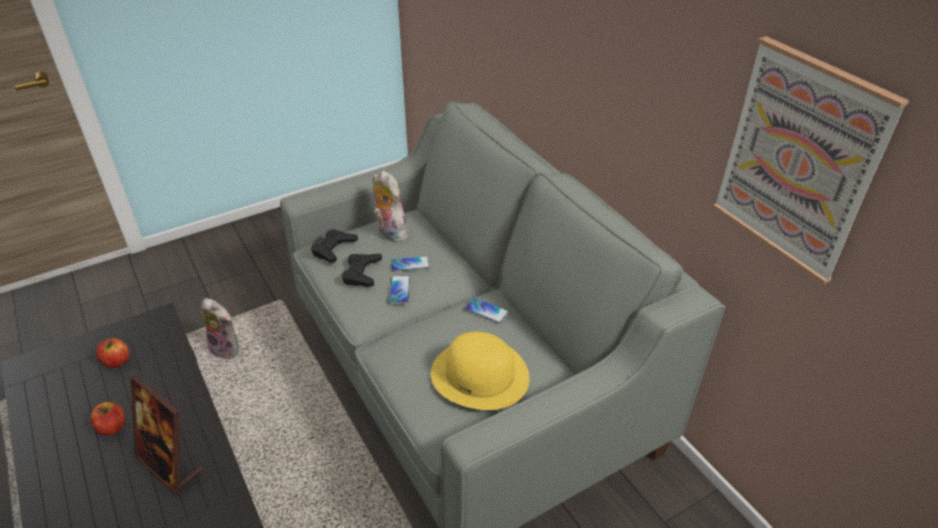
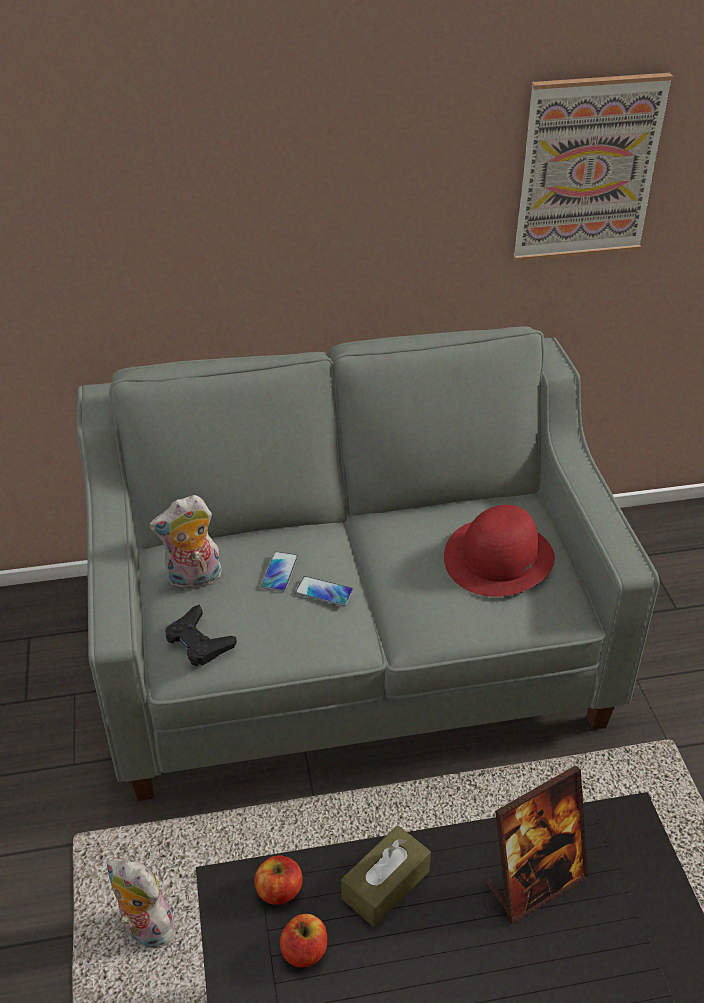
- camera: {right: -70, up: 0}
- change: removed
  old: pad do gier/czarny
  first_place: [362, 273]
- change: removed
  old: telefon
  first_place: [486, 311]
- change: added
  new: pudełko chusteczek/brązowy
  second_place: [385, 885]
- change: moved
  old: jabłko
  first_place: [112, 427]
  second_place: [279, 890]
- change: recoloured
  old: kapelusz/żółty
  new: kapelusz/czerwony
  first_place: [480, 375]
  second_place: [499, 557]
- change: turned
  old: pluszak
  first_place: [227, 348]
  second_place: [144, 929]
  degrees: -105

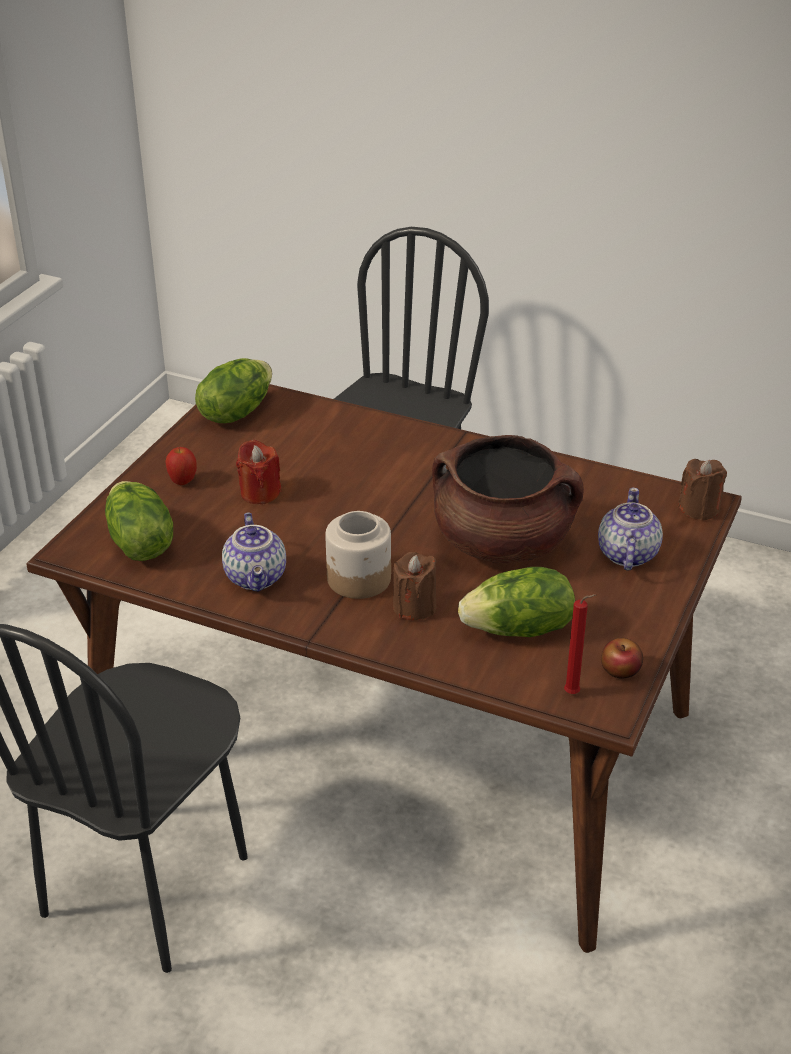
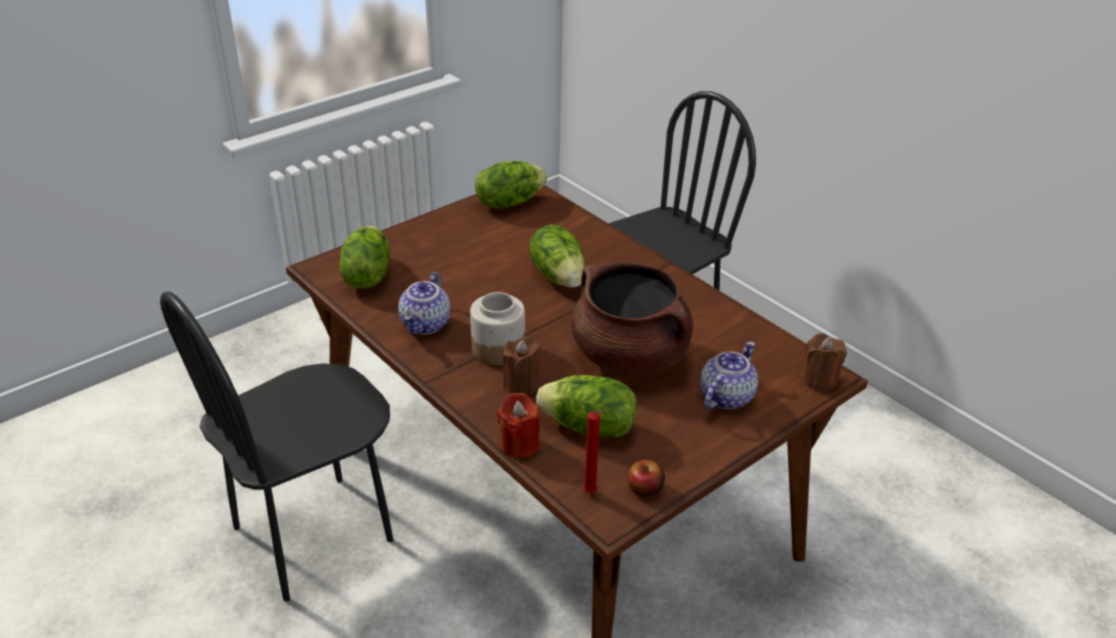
- camera: {right: 25, up: 0}
- change: removed
  old: jabłko
  first_place: [183, 482]
- change: added
  new: sałata
  second_place: [559, 276]
- change: moved
  old: świeca/czerwony
  first_place: [260, 493]
  second_place: [519, 444]

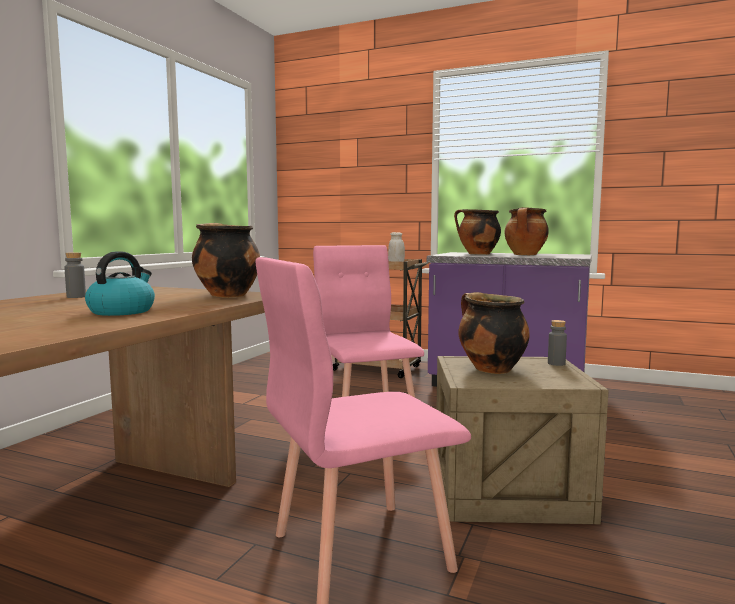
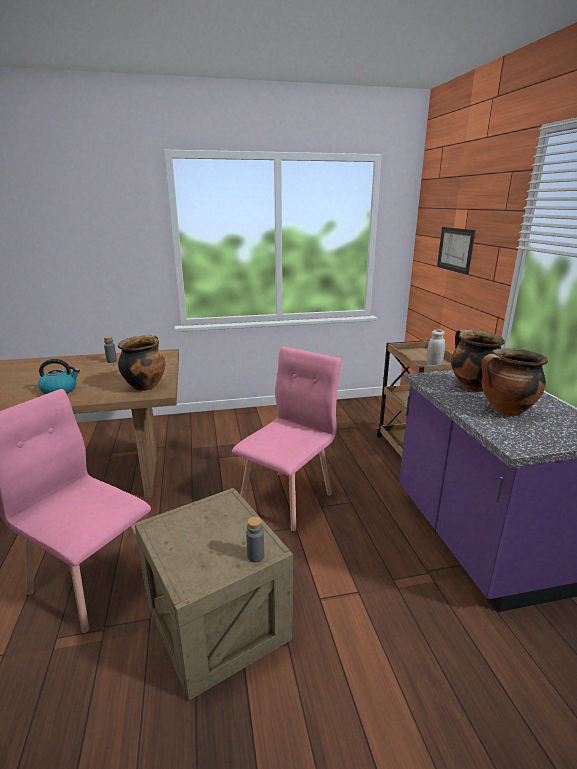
- camera: {right: 55, up: 15}
- change: removed
  old: garnek
  first_place: [490, 369]
- change: added
  new: obraz
  second_place: [455, 249]

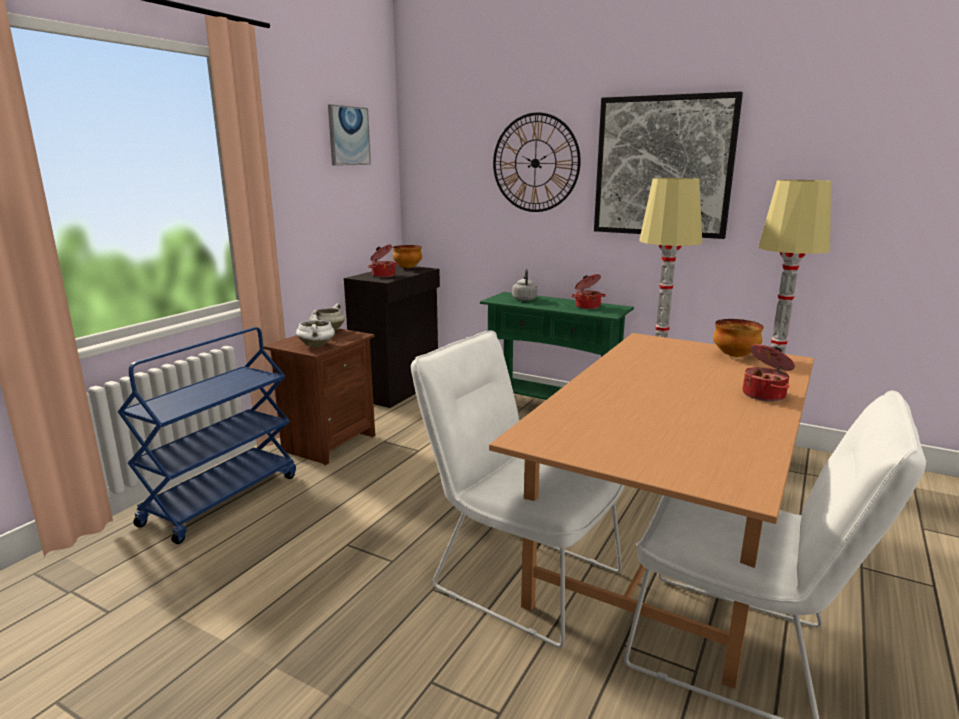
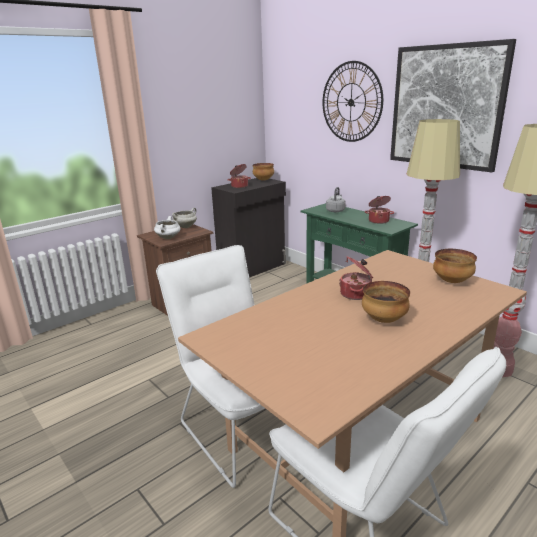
- camera: {right: 20, up: 5}
- change: removed
  old: wózek/niebieski
  first_place: [222, 498]
- change: removed
  old: obraz
  first_place: [348, 136]
- change: added
  new: miska
  second_place: [383, 320]
- change: moved
  old: garnek
  first_place: [765, 395]
  second_place: [356, 294]

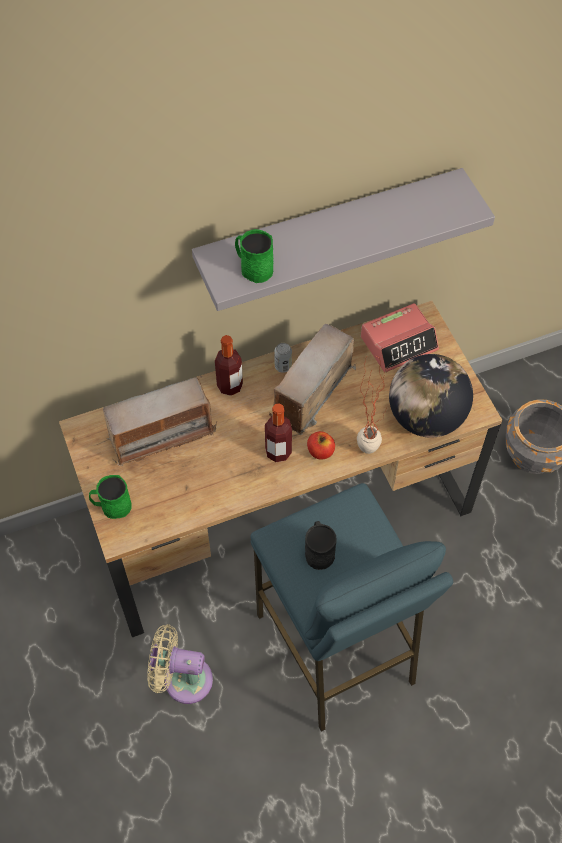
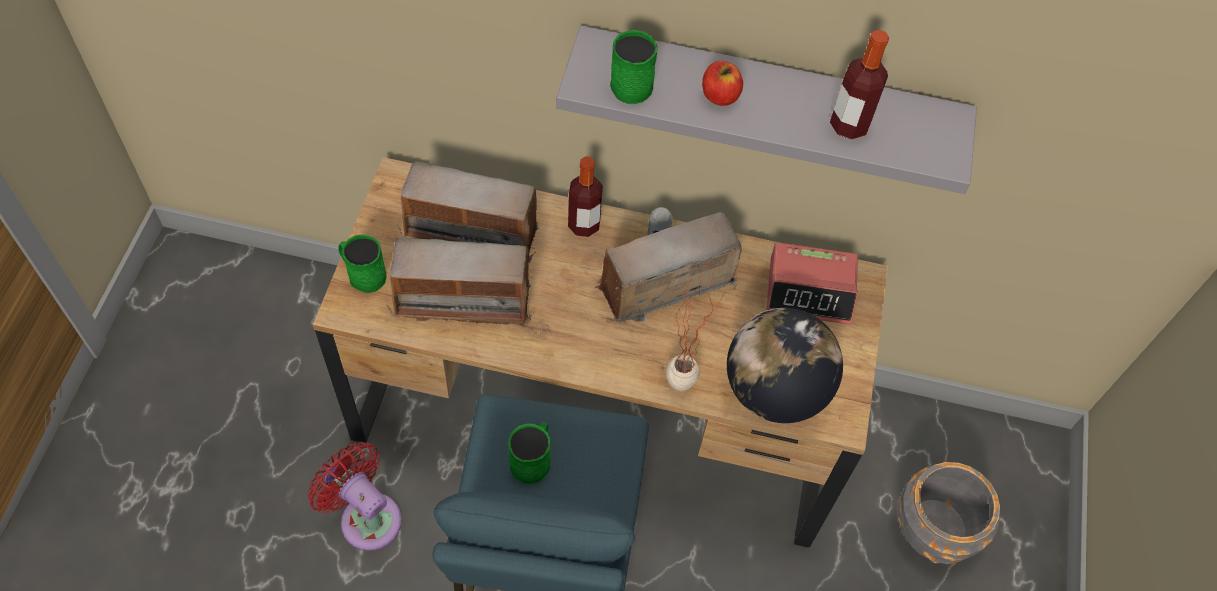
- camera: {right: 30, up: 0}
- change: added
  new: radio
  second_place: [464, 299]
- change: moved
  old: butelka
  first_place: [278, 452]
  second_place: [849, 125]
- change: moved
  old: jabłko
  first_place: [320, 451]
  second_place: [719, 96]
- change: recoloured
  old: wentylator/beżowy
  new: wentylator/czerwony
  first_place: [183, 679]
  second_place: [366, 516]
- change: recoloured
  old: kubek/czarny
  new: kubek/zielony
  first_place: [318, 551]
  second_place: [533, 459]

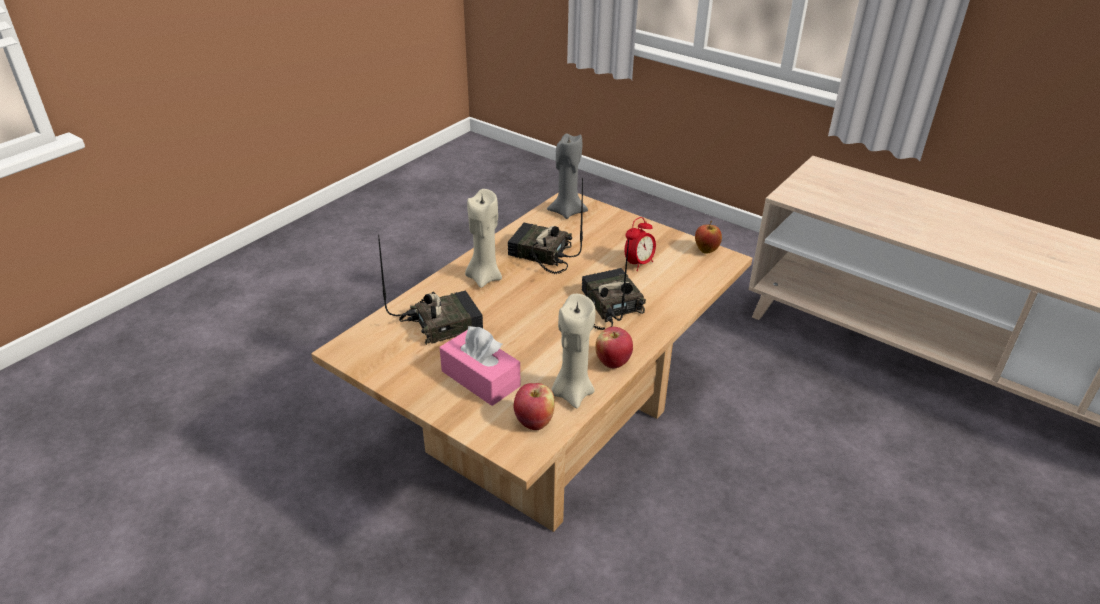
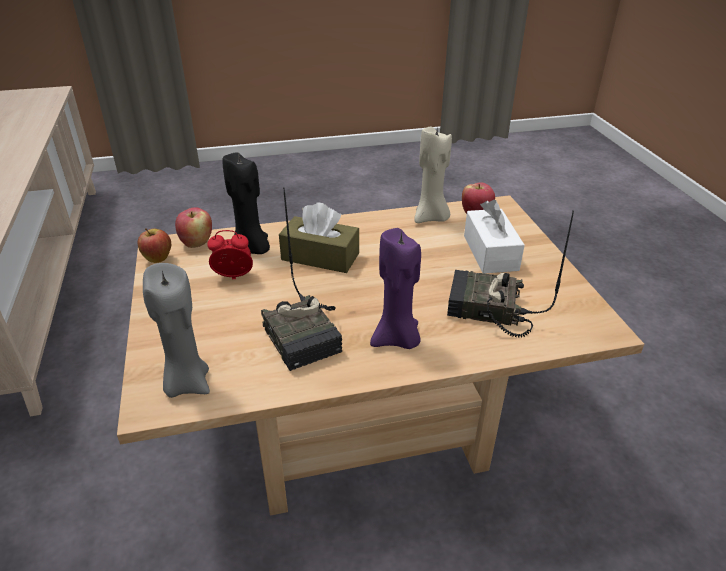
- camera: {right: -140, up: 0}
- change: added
  new: świeca/czarny
  second_place: [251, 249]
- change: moved
  old: jabłko
  first_place: [612, 362]
  second_place: [196, 243]
- change: replaced
  old: radio
  new: pudełko chusteczek/brązowy
  first_place: [608, 305]
  second_place: [320, 257]
- change: recoloured
  old: pudełko chusteczek/różowy
  new: pudełko chusteczek/biały
  first_place: [480, 378]
  second_place: [490, 252]
- change: recoloured
  old: świeca/beżowy
  new: świeca/fioletowy
  first_place: [484, 277]
  second_place: [397, 339]

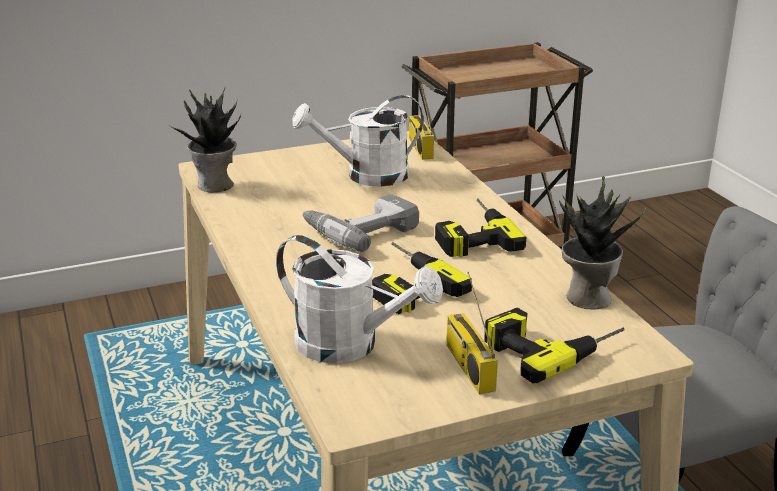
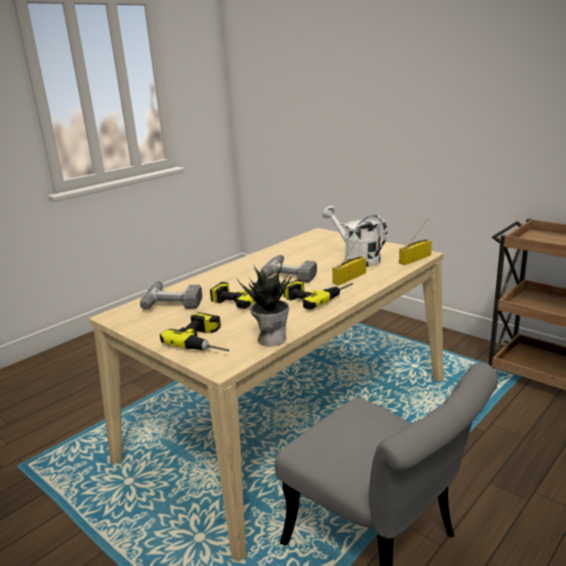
- camera: {right: 65, up: -5}
- change: removed
  old: roślina doniczkowa
  first_place: [215, 186]
- change: moved
  old: radio
  first_place: [468, 366]
  second_place: [349, 277]
- change: replaced
  old: konewka/biały
  new: wiertarka
  first_place: [350, 346]
  second_place: [174, 300]

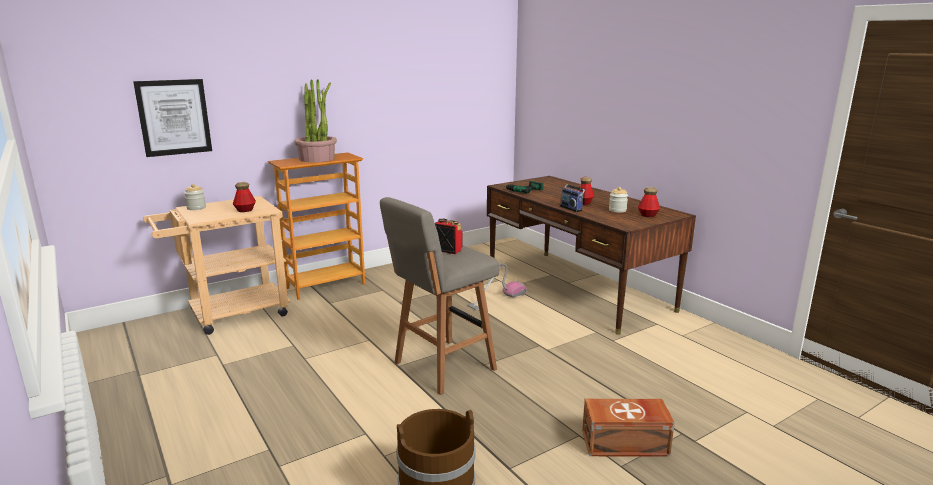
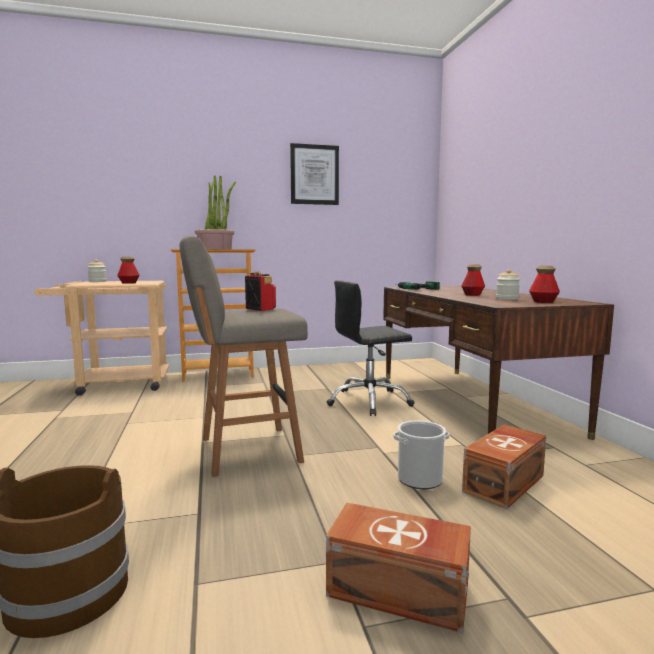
- camera: {right: 20, up: -10}
- change: removed
  old: radio
  first_place: [572, 208]
- change: added
  new: wiadro
  second_place: [420, 479]
- change: added
  new: pojemnik do przechowywania/brązowy
  second_place: [506, 483]
- change: moved
  old: obraz
  first_place: [174, 117]
  second_place: [314, 175]
- change: replaced
  old: odkurzacz
  new: krzesło biurowe/czarny
  first_place: [497, 299]
  second_place: [369, 401]

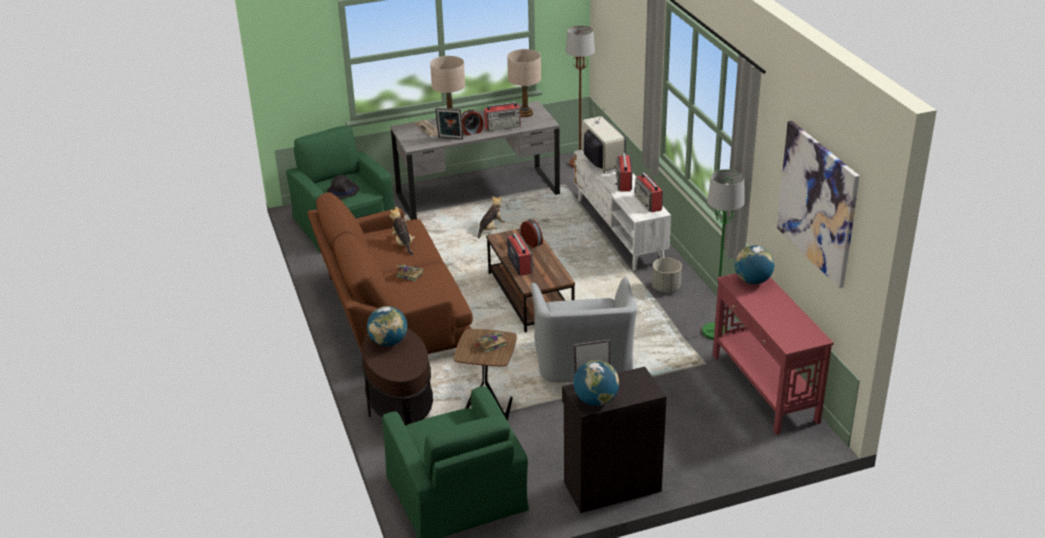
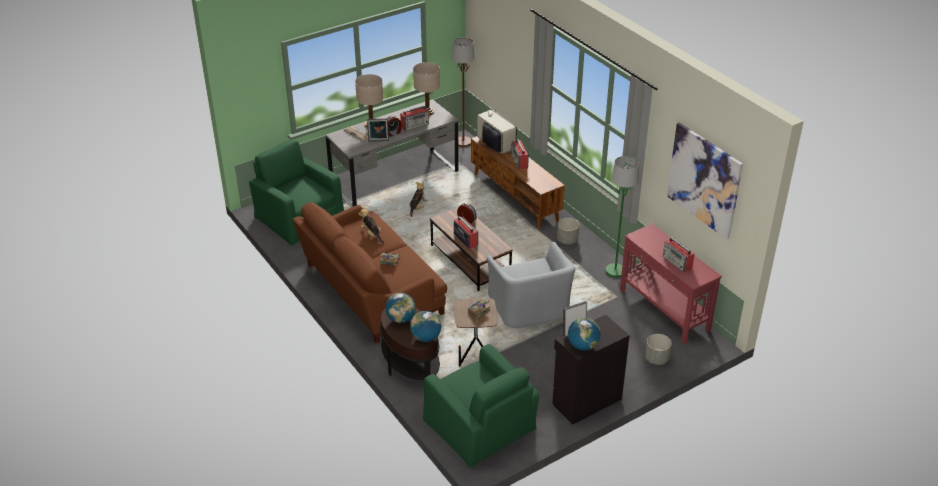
- camera: {right: -15, up: 5}
- change: removed
  old: kapelusz/czarny
  first_place: [343, 190]
- change: added
  new: donica/szary
  second_place: [656, 359]
- change: moved
  old: radio
  first_place: [648, 203]
  second_place: [677, 262]
- change: moved
  old: globus
  first_place: [752, 281]
  second_place: [426, 337]
- change: recoloured
  old: szafka pod telewizor/biały
  new: szafka pod telewizor/brązowy
  first_place: [620, 231]
  second_place: [516, 197]

